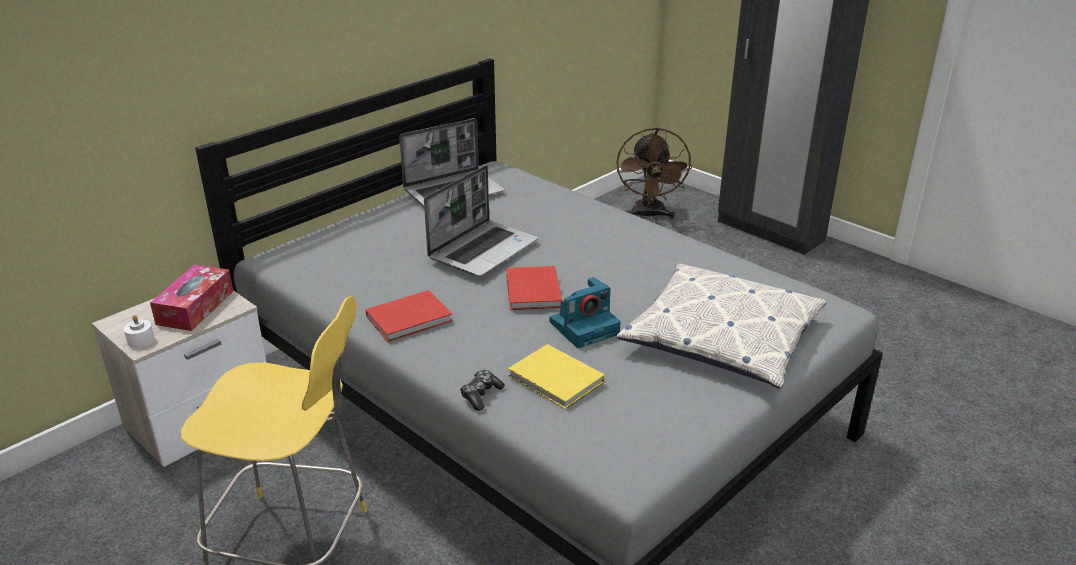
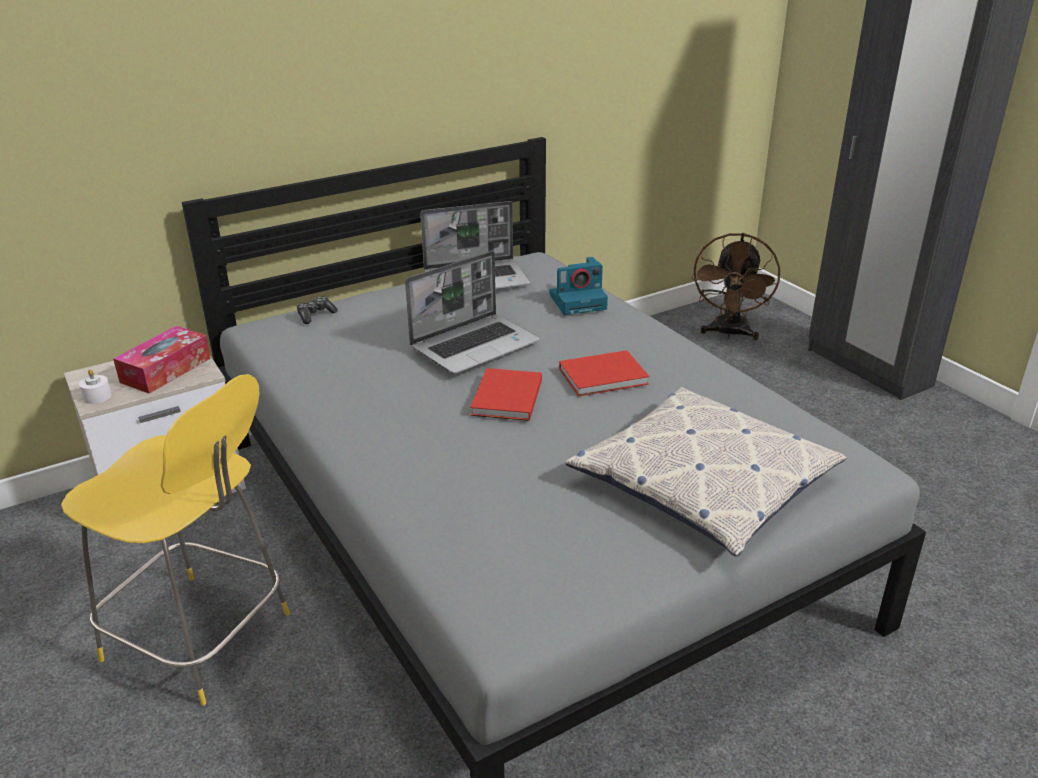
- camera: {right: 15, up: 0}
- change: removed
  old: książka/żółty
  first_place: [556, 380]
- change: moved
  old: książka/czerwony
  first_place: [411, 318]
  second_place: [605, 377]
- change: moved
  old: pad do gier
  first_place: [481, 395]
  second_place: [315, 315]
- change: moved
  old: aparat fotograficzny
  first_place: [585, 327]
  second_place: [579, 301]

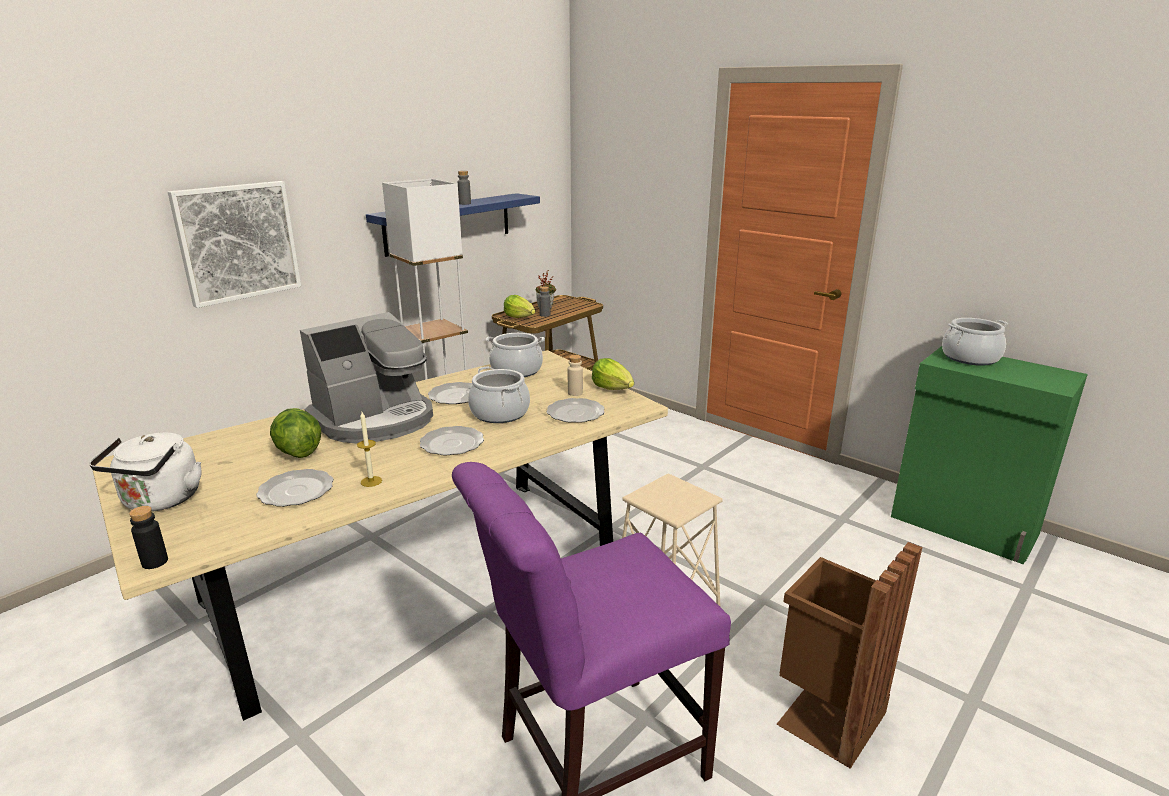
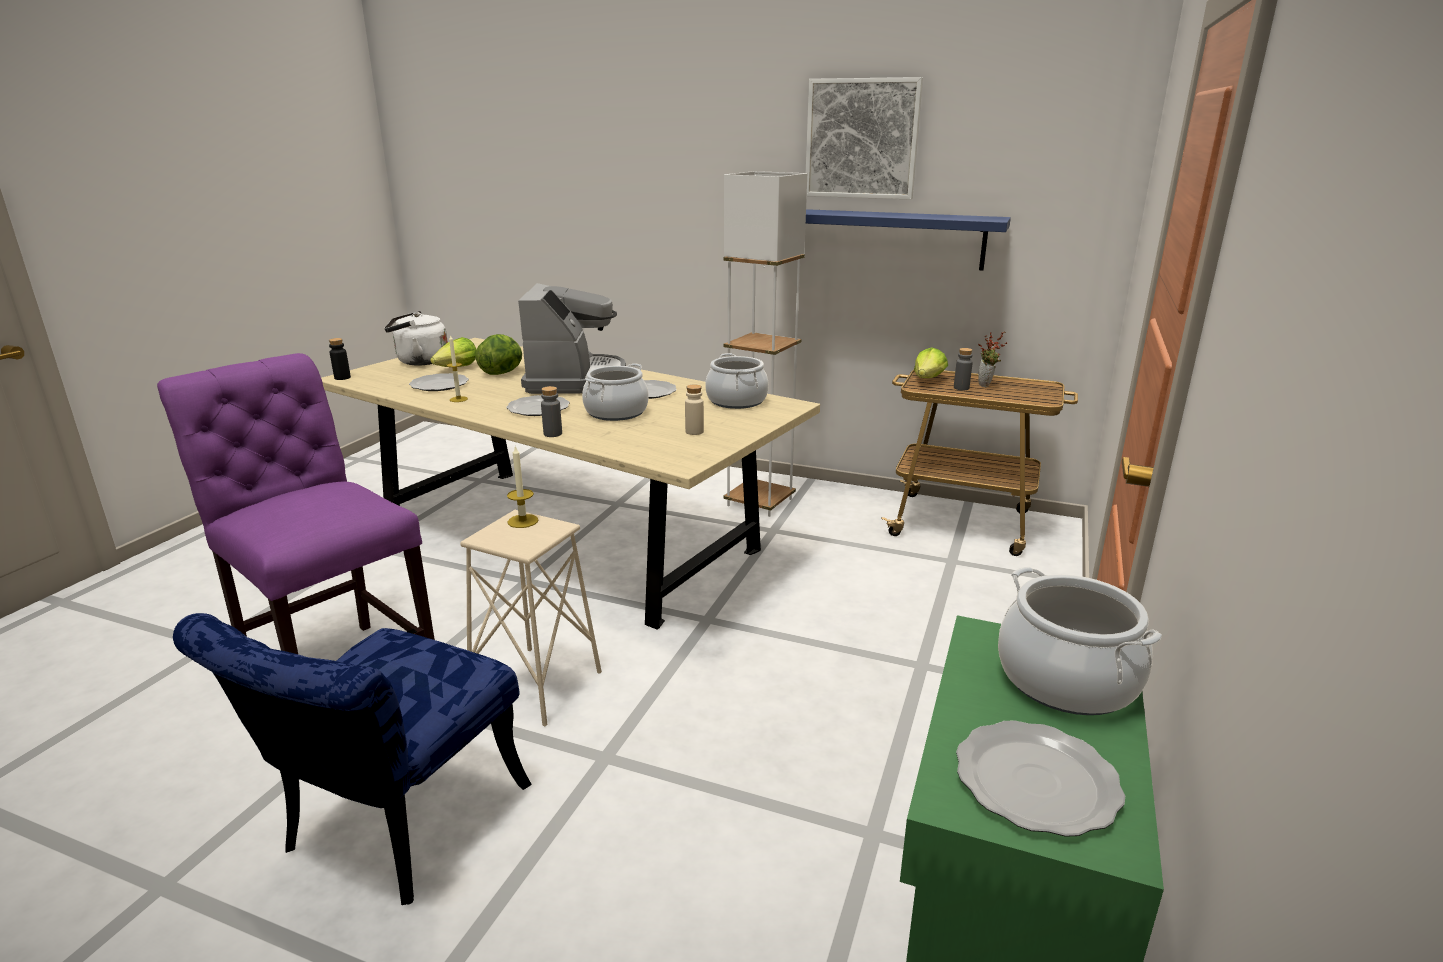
- camera: {right: 70, up: 0}
- change: added
  new: świeca
  second_place: [523, 521]
- change: moved
  old: obraz
  first_place: [237, 242]
  second_place: [862, 139]
- change: moved
  old: butelka/szary
  first_place: [465, 203]
  second_place: [553, 434]
- change: moved
  old: talerz
  first_place: [575, 413]
  second_place: [1033, 781]
- change: moved
  old: sałata
  first_place: [613, 388]
  second_place: [457, 368]
- change: replaced
  old: kosz na śmieci/brązowy
  new: krzesło/niebieski
  first_place: [826, 716]
  second_place: [392, 829]
- change: turned
  old: ekspres do kawy
  first_place: [375, 420]
  second_place: [574, 379]
  degrees: -120

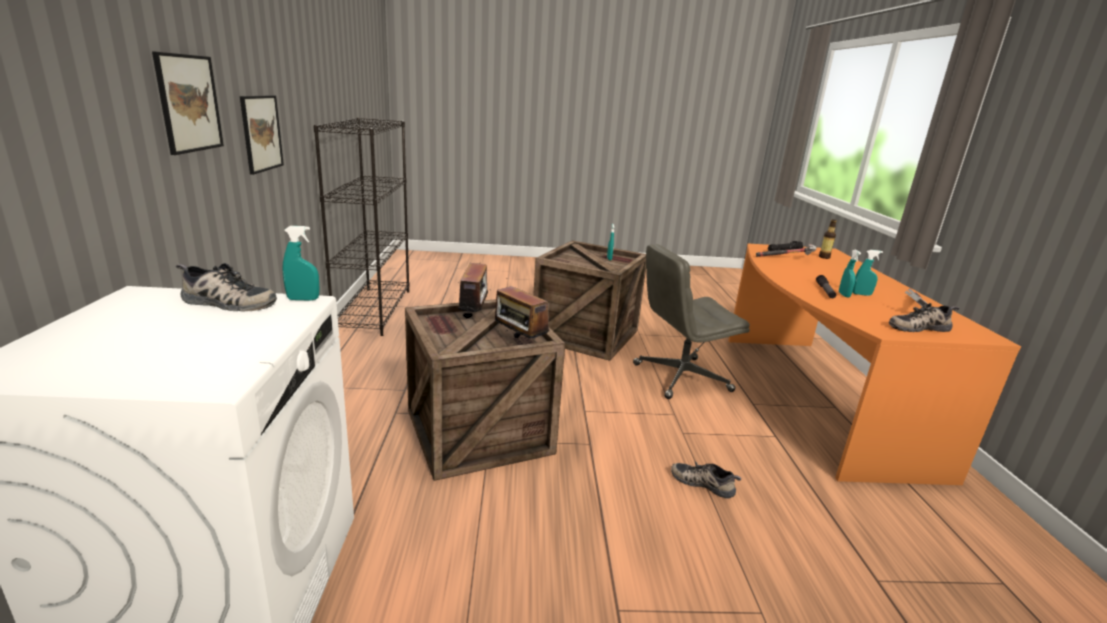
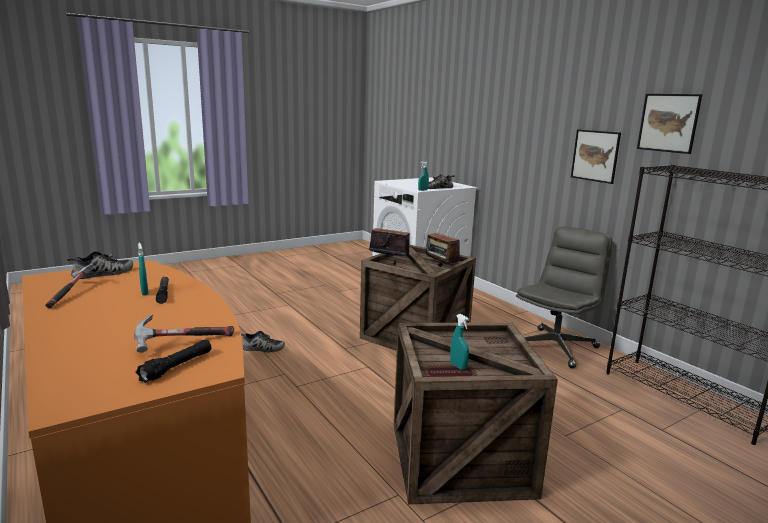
- camera: {right: 150, up: -5}
- change: removed
  old: butelka
  first_place: [824, 257]
- change: removed
  old: spryskiwacz/turkusowy
  first_place: [861, 294]
- change: moved
  old: obraz
  first_place: [189, 103]
  second_place: [668, 123]
- change: moved
  old: krzesło biurowe/szary
  first_place: [680, 378]
  second_place: [555, 347]

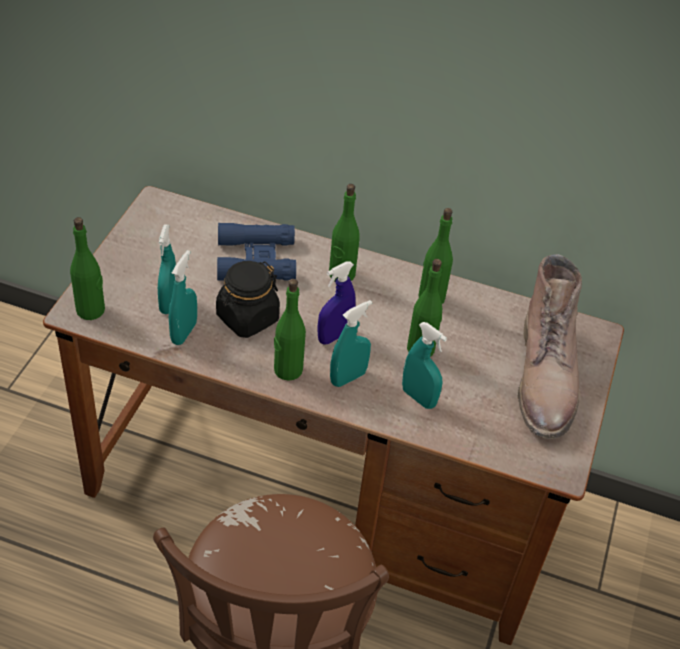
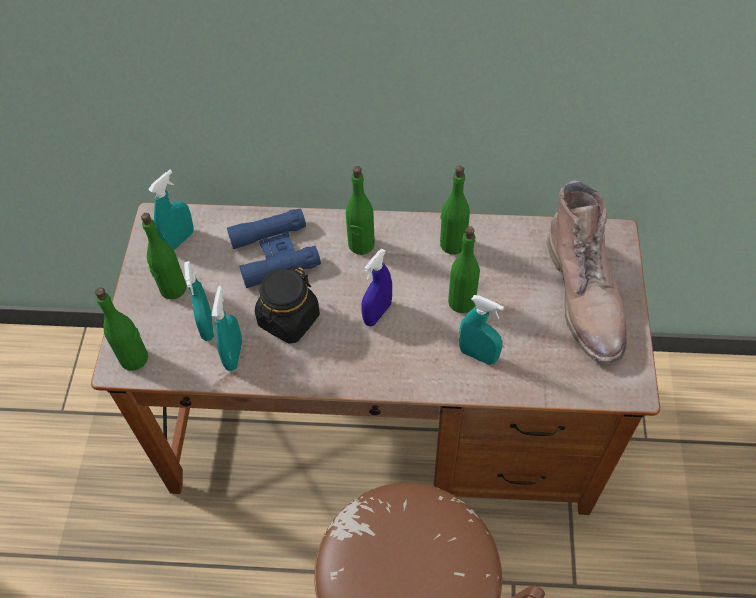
- camera: {right: -10, up: 10}
- change: moved
  old: butelka/zielony
  first_place: [287, 370]
  second_place: [172, 288]
- change: moved
  old: spryskiwacz/turkusowy
  first_place: [348, 378]
  second_place: [179, 240]

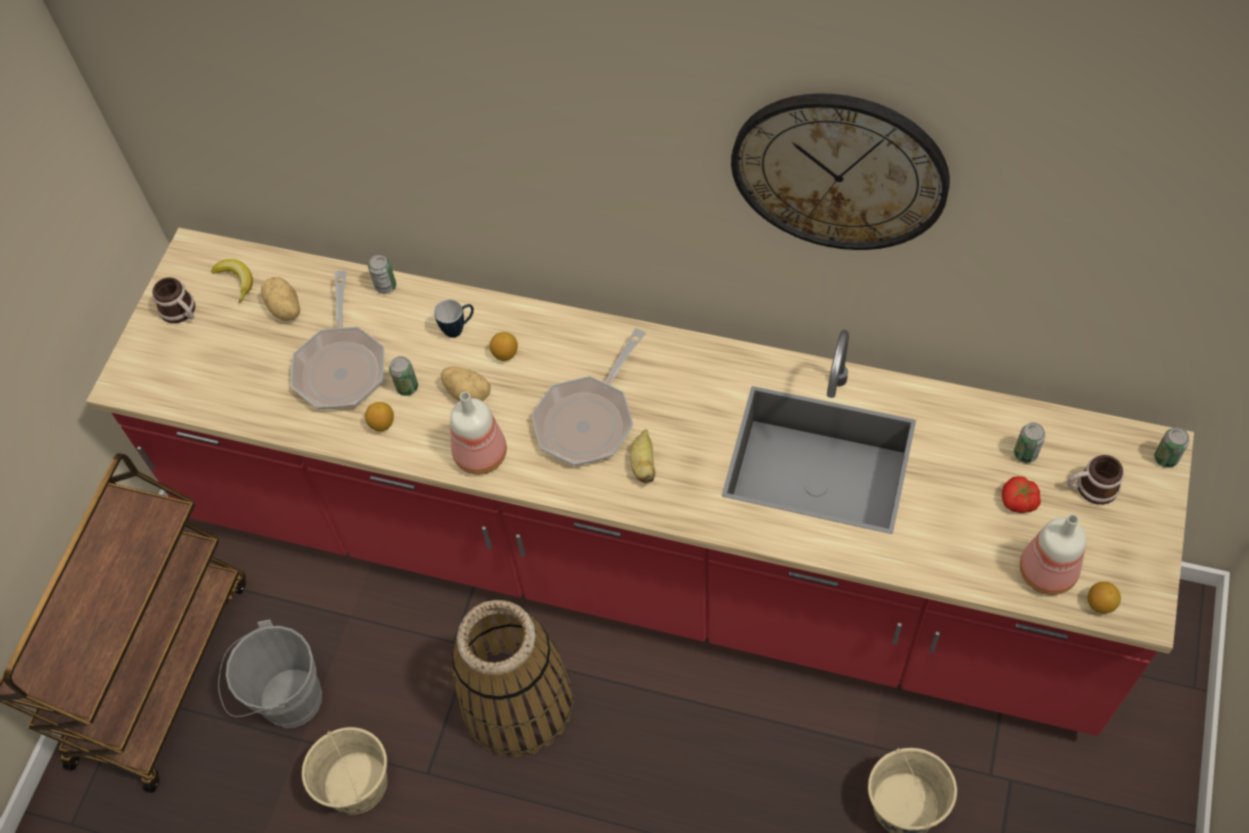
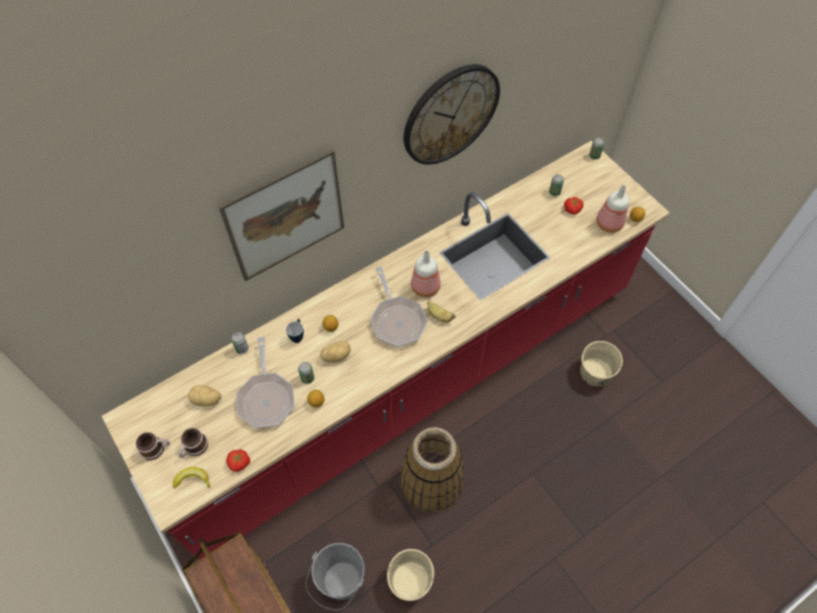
- camera: {right: -55, up: 0}
- change: added
  new: obraz
  second_place: [286, 216]
- change: added
  new: pomidor
  second_place: [239, 463]
- change: moved
  old: banan
  first_place: [236, 281]
  second_place: [193, 479]
- change: moved
  old: butelka
  first_place: [482, 455]
  second_place: [426, 287]
- change: moved
  old: kubek
  first_place: [1090, 488]
  second_place: [193, 448]
- change: turned
  old: patelnia
  first_place: [341, 366]
  second_place: [266, 397]
  degrees: 45

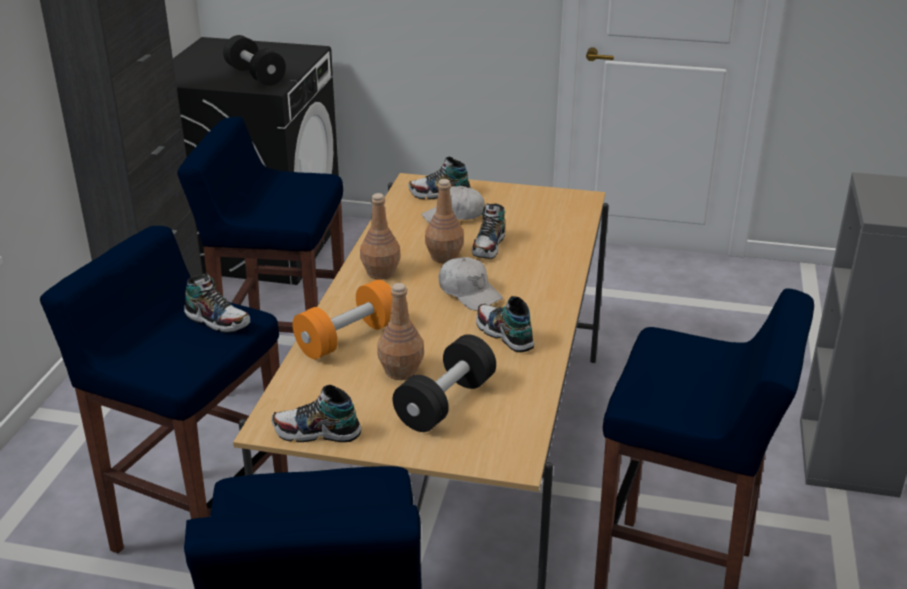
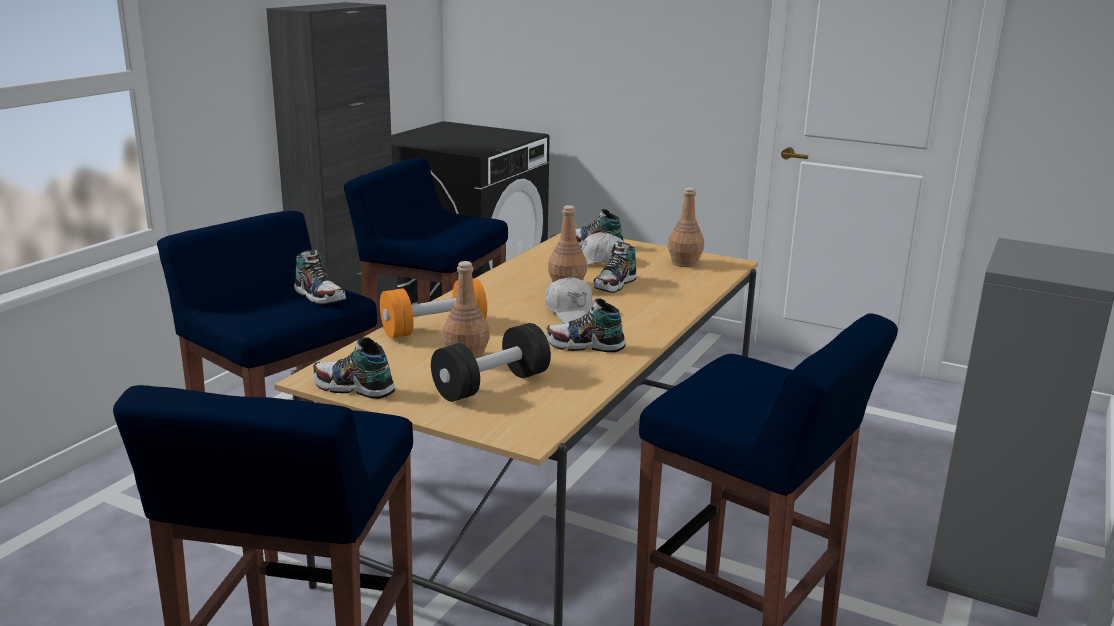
- camera: {right: 15, up: -10}
- change: removed
  old: hantel/czarny
  first_place: [255, 75]
- change: moved
  old: butelka/brązowy
  first_place: [381, 273]
  second_place: [684, 263]
- change: turned
  old: but
  first_place: [504, 335]
  second_place: [585, 346]
  degrees: -60

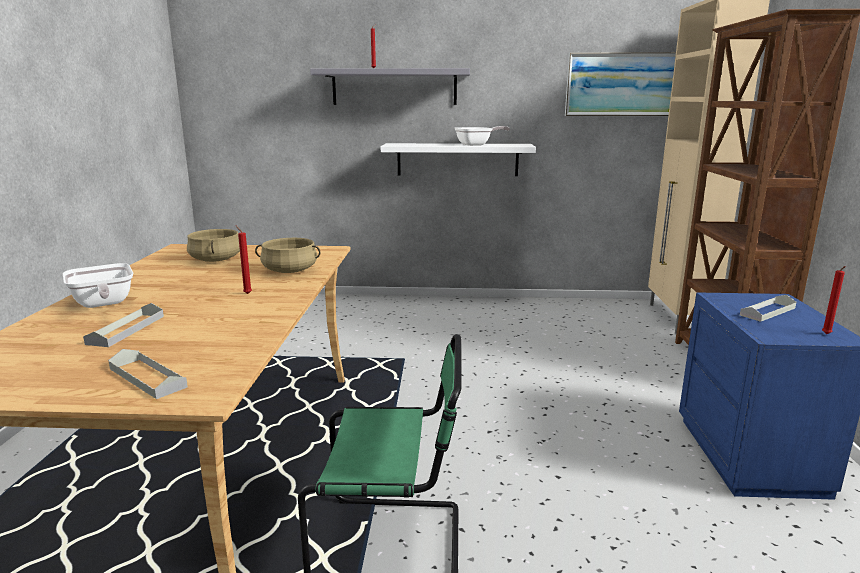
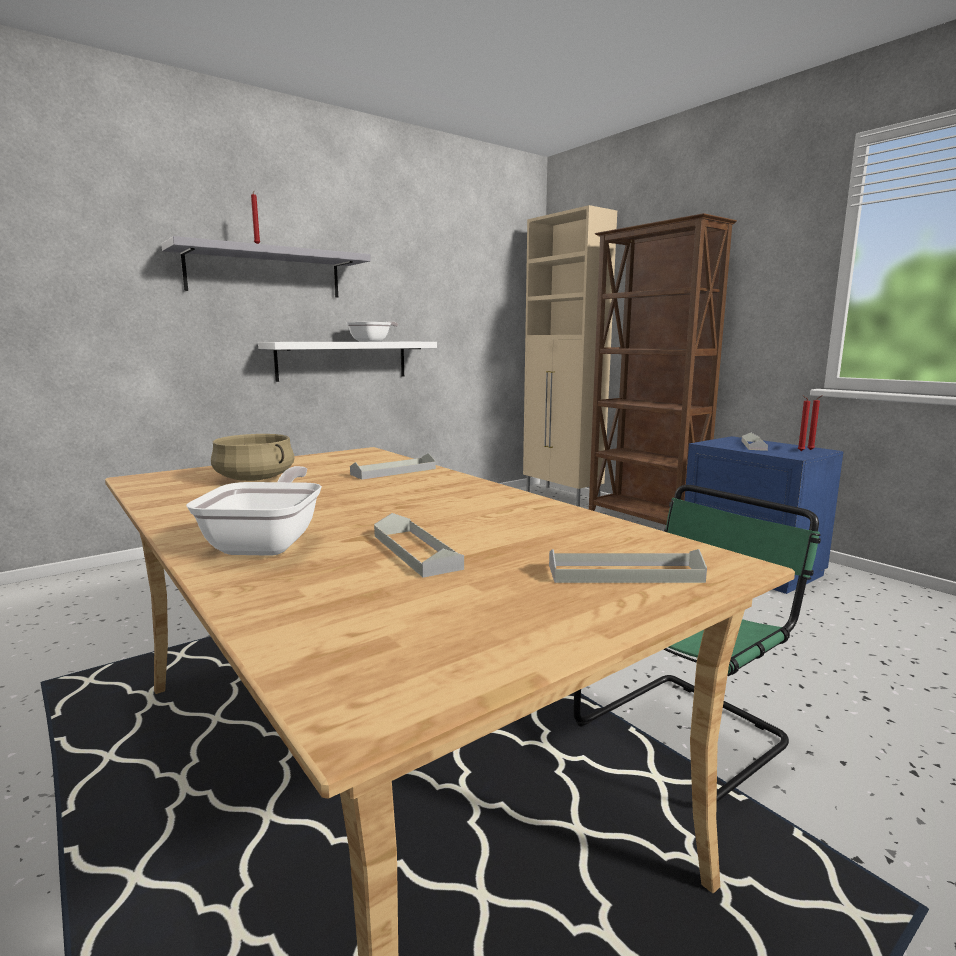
- camera: {right: -40, up: -5}
- change: removed
  old: obraz
  first_place: [623, 84]
- change: moved
  old: świeca/czerwony
  first_place: [246, 293]
  second_place: [799, 451]
- change: replaced
  old: garnek/beżowy
  new: taca/szary
  first_place: [289, 271]
  second_place: [393, 471]
- change: turned
  old: patelnia
  first_place: [103, 304]
  second_place: [269, 542]
  degrees: -105

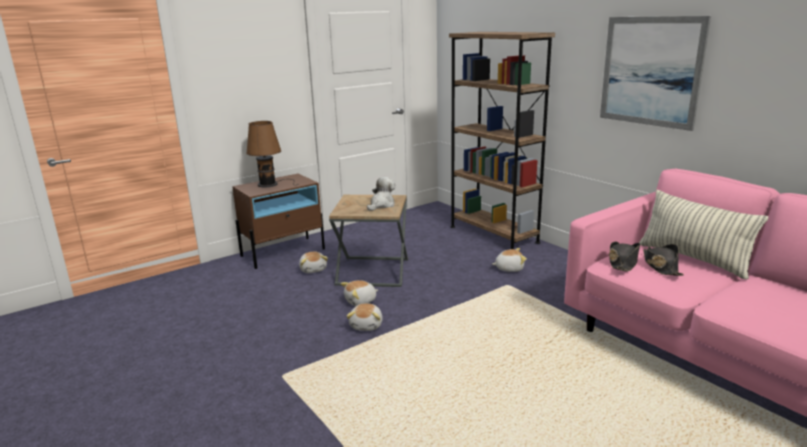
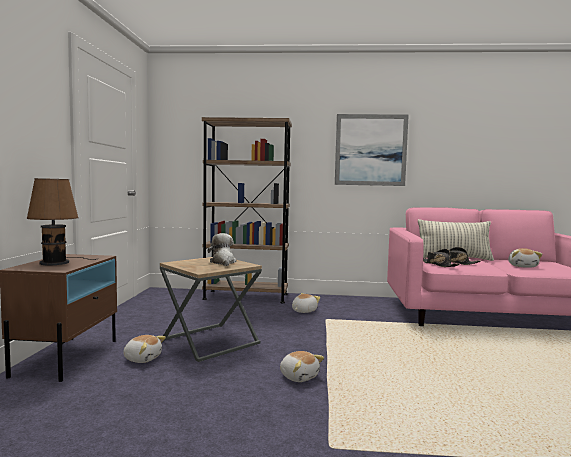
- camera: {right: -50, up: -15}
- change: moved
  old: pluszak
  first_place: [361, 301]
  second_place: [523, 266]

